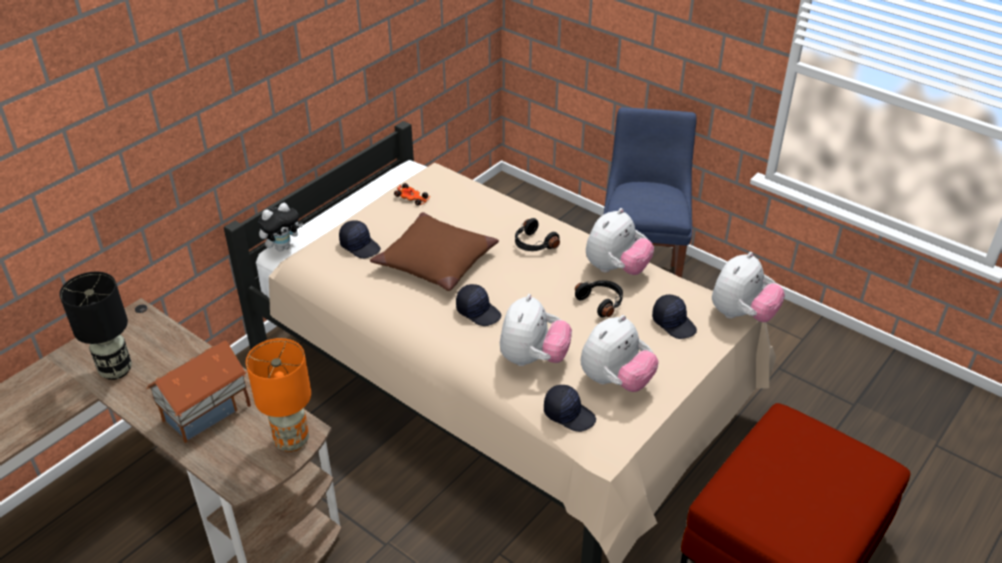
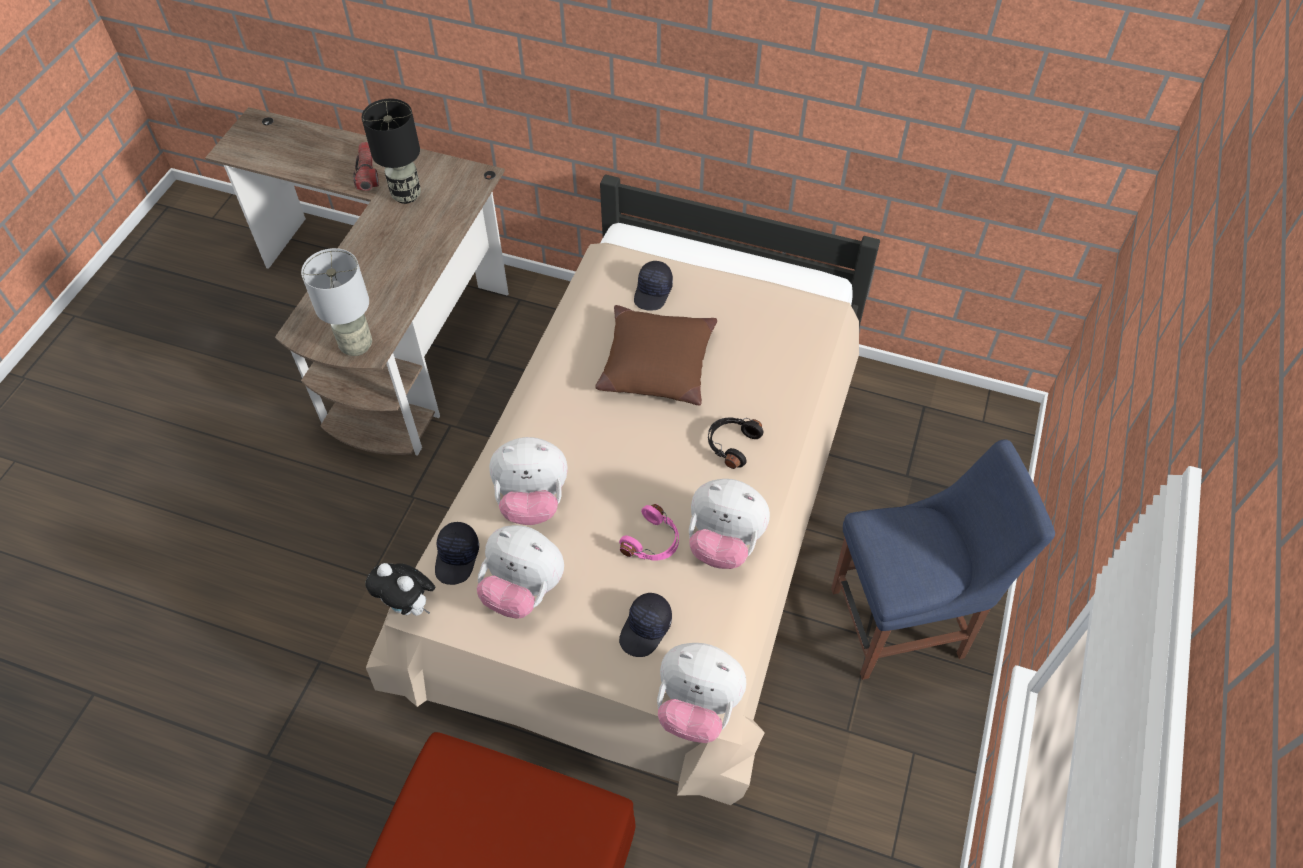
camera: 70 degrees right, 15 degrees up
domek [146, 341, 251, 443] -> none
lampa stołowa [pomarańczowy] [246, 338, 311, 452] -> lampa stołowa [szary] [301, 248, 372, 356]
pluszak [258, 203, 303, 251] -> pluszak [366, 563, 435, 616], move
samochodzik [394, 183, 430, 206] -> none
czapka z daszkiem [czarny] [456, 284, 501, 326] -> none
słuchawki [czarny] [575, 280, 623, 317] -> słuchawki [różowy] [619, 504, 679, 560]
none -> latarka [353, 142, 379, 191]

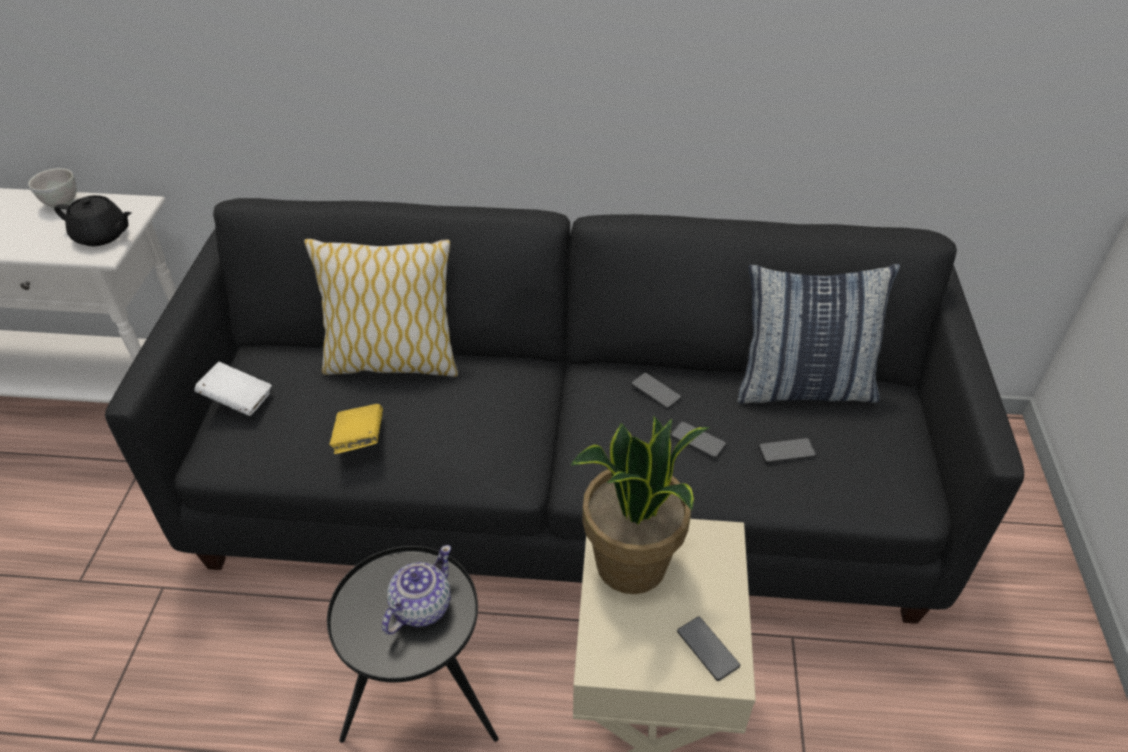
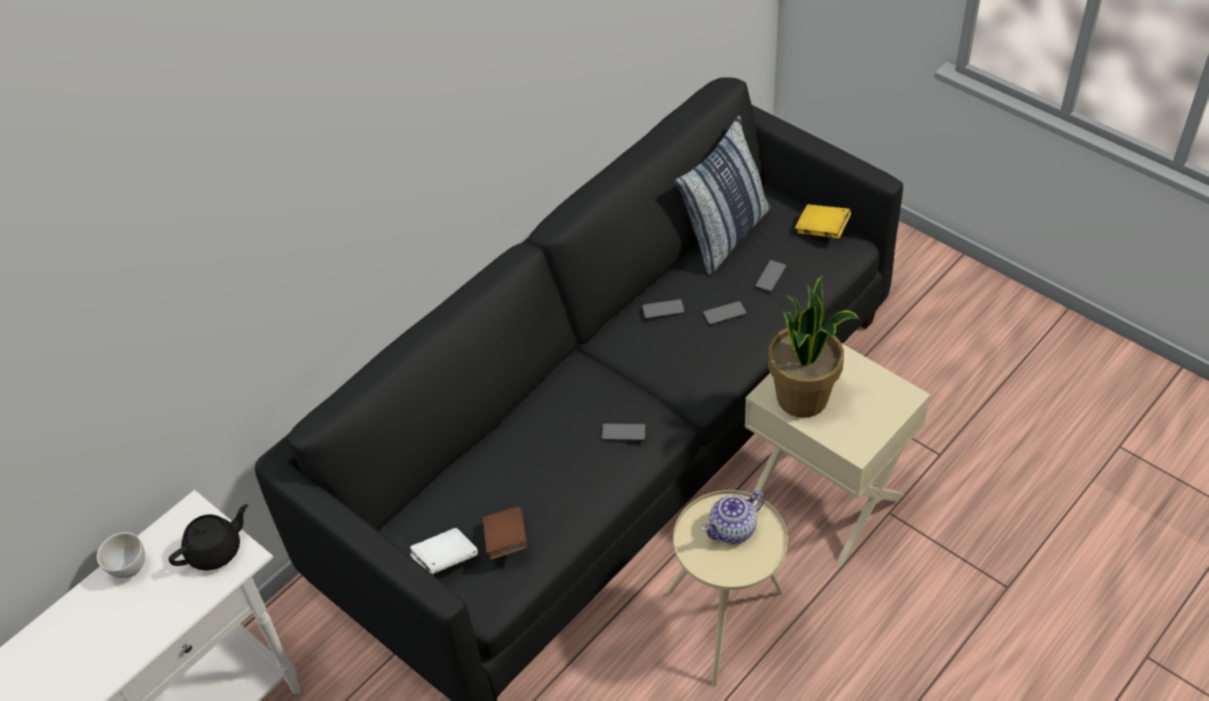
camera: 50 degrees left, 5 degrees up
poduszka [304, 239, 458, 377] -> none
stolik [czarny] [327, 546, 498, 743] -> stolik [beżowy] [667, 490, 788, 686]
książka [żółty] [330, 404, 383, 454] -> książka [żółty] [795, 204, 851, 238], move
imbryk [382, 545, 451, 635] -> imbryk [701, 491, 765, 544], 105 degrees counterclockwise
telefon [677, 617, 740, 681] -> telefon [601, 423, 646, 441], move
none -> książka [brązowy] [483, 507, 527, 559]

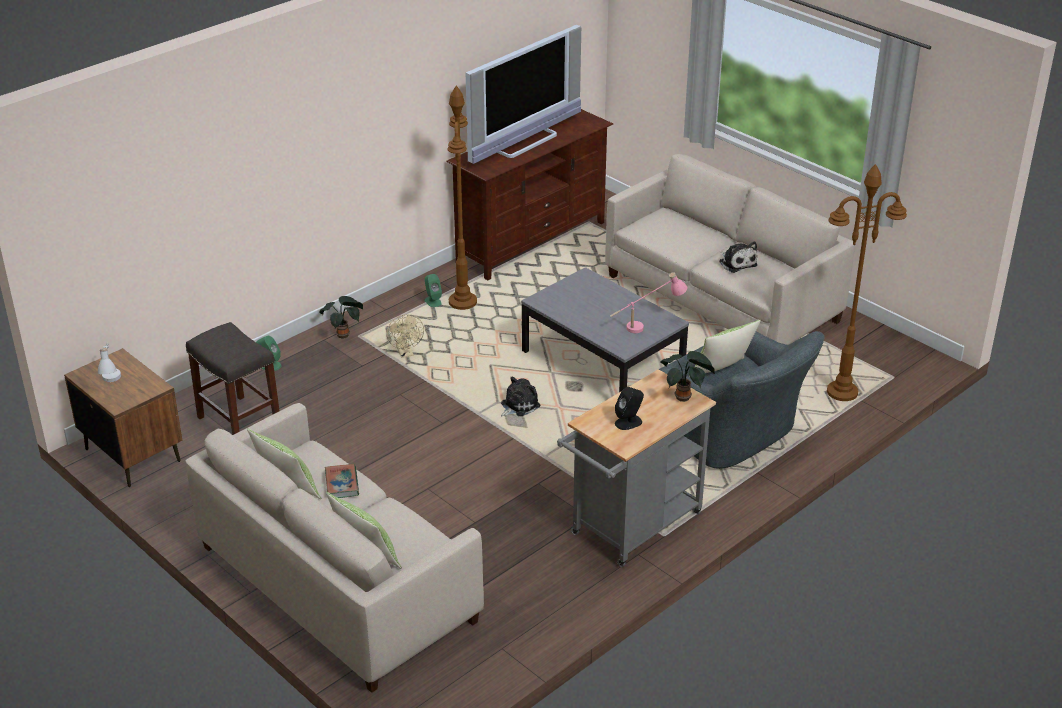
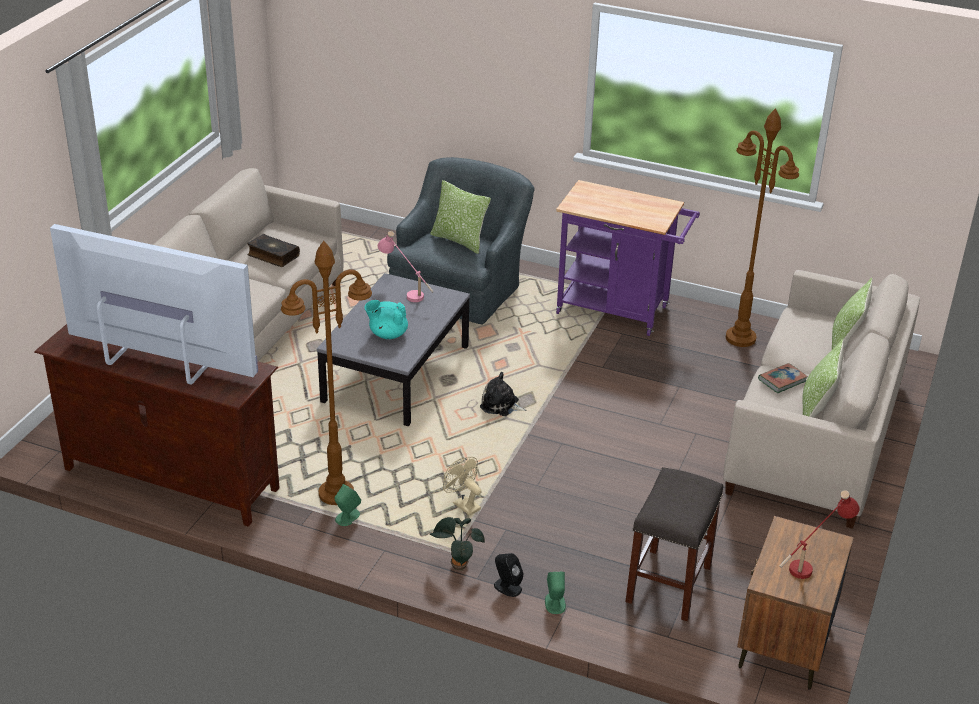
camera: 115 degrees left, 0 degrees up
lampa stołowa [biały] [98, 342, 121, 382] -> lampa stołowa [czerwony] [779, 491, 860, 579]
wentylator [beżowy] [387, 314, 424, 358] -> wentylator [beżowy] [443, 457, 482, 516], 90 degrees counterclockwise
wózek [szary] [557, 369, 716, 567] -> wózek [fioletowy] [556, 180, 700, 336]
głośnik [czarny] [615, 387, 644, 430] -> głośnik [czarny] [494, 553, 524, 597], move
roślina doniczkowa [660, 351, 715, 402] -> none
pluszak [719, 241, 757, 273] -> książka [247, 234, 300, 267]
lampa stojąca [brązowy] [827, 164, 907, 401] -> lampa stojąca [brązowy] [726, 108, 799, 347], move
none -> imbryk [turkusowy] [364, 300, 408, 339]

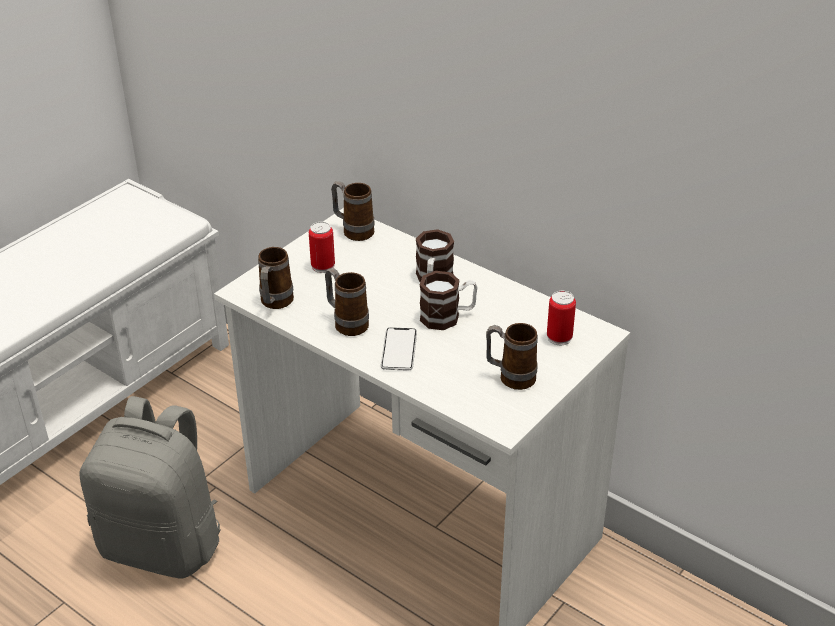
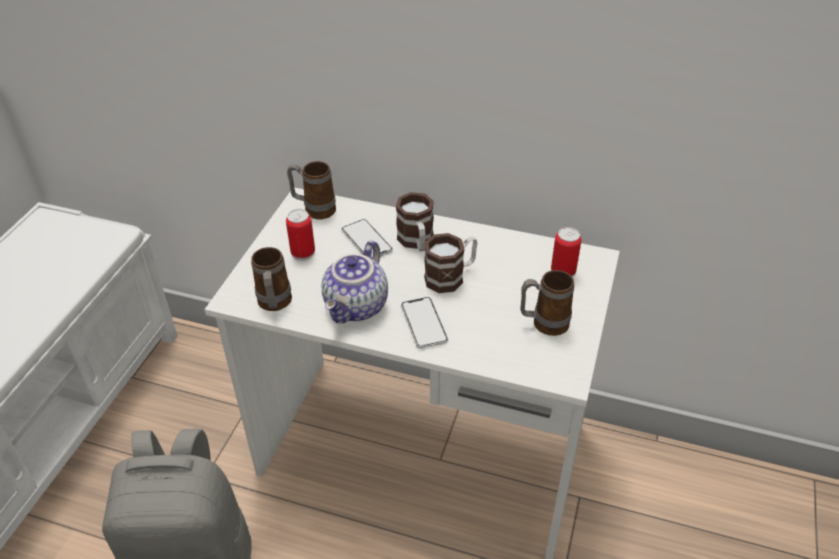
camera: 20 degrees left, 5 degrees up
kubek [325, 268, 369, 336] -> imbryk [322, 240, 388, 323]
none -> telefon [341, 219, 393, 259]

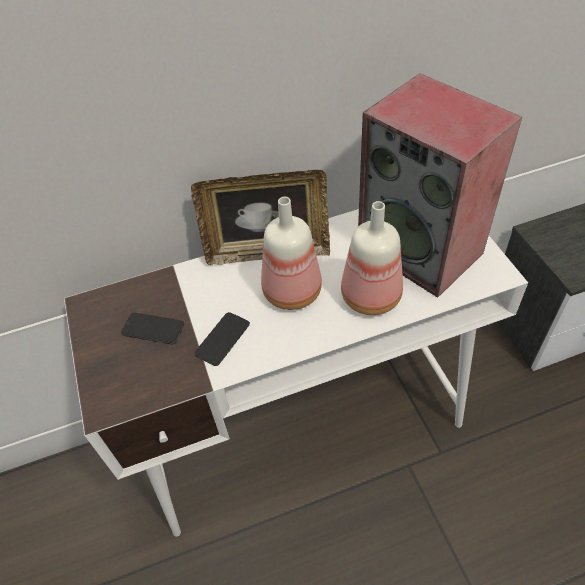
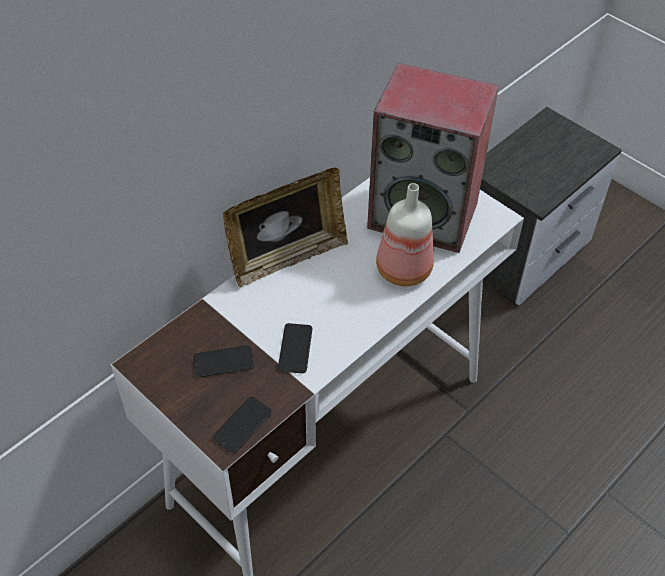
camera: 30 degrees left, 0 degrees up
butelka [261, 197, 322, 310] -> none
none -> telefon [212, 397, 272, 453]

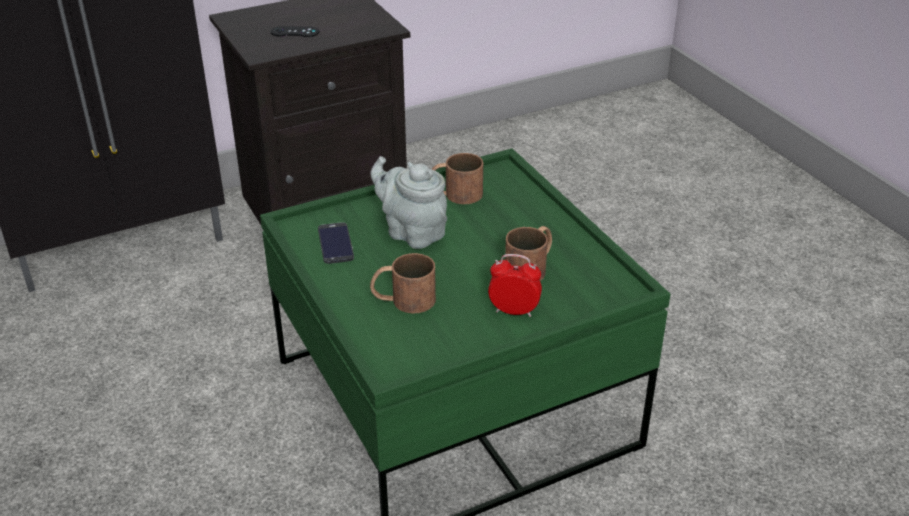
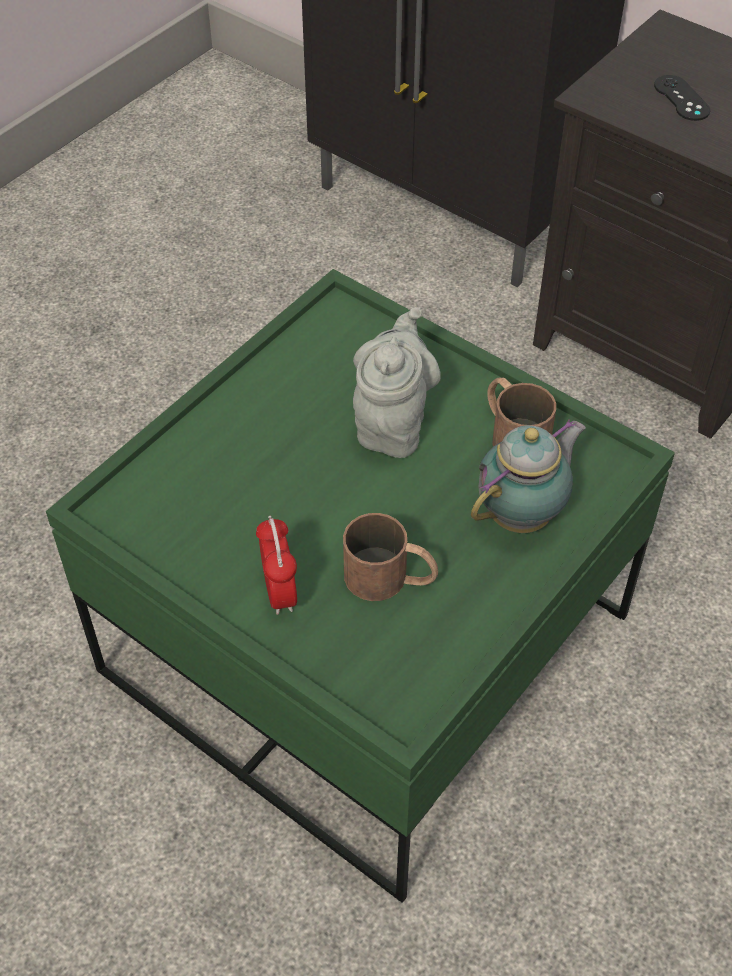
camera: 65 degrees right, 15 degrees up
telefon [318, 222, 354, 264] -> none
kubek [brązowy] [370, 253, 436, 313] -> none
none -> imbryk [471, 419, 586, 533]

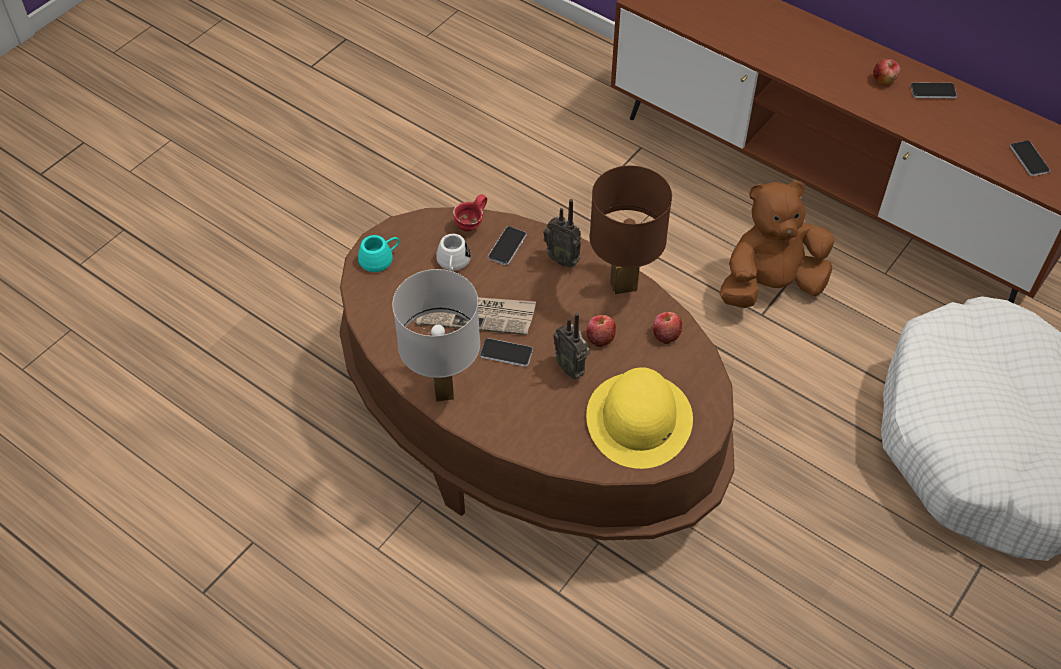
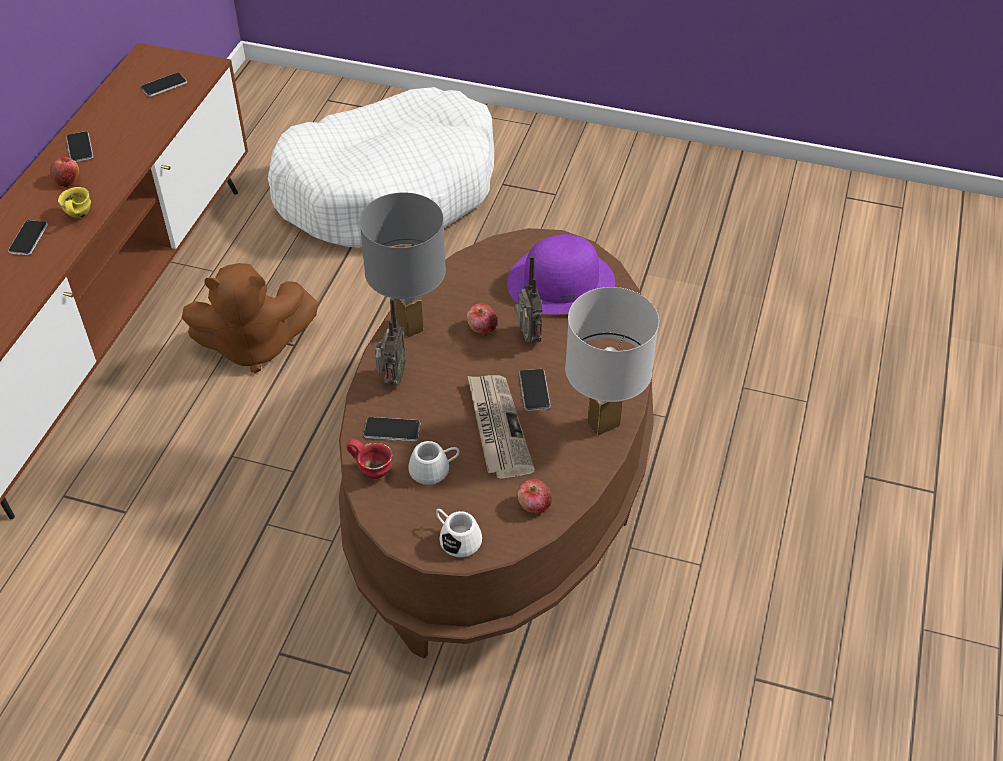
camera: 110 degrees left, 5 degrees down
kubek [turkusowy] [358, 235, 399, 272] -> kubek [biały] [436, 509, 482, 557]
radio [553, 313, 590, 379] -> radio [515, 255, 542, 343], 45 degrees counterclockwise
kapelusz [żółty] [586, 367, 693, 469] -> kapelusz [fioletowy] [507, 234, 615, 314]
lampa stołowa [brązowy] [590, 166, 672, 295] -> lampa stołowa [szary] [359, 192, 446, 338]
jabłko [653, 312, 682, 344] -> jabłko [517, 478, 552, 515], move
pluszak [brązowy] [720, 180, 835, 308] -> pluszak [brązowy] [182, 263, 318, 373], 60 degrees counterclockwise
none -> telefon [8, 220, 48, 255]
none -> kubek [żółty] [58, 187, 91, 218]

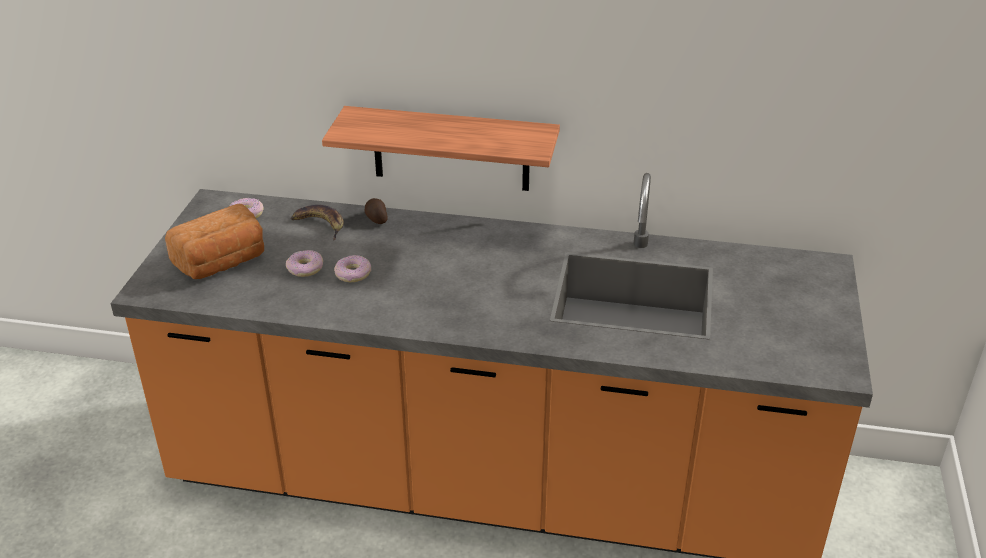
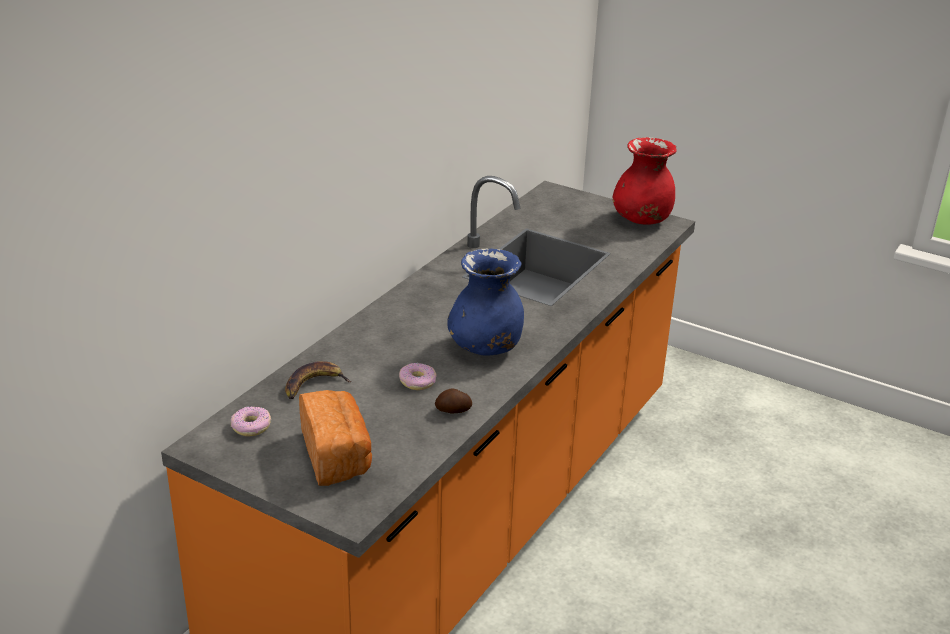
camera: 70 degrees left, 5 degrees down
donut [286, 250, 323, 277] -> none
półka [322, 106, 560, 191] -> none
ziemniak [365, 198, 388, 224] -> ziemniak [435, 388, 472, 413], move
none -> wazon [niebieski] [447, 249, 524, 356]
none -> wazon [czerwony] [613, 137, 677, 225]

